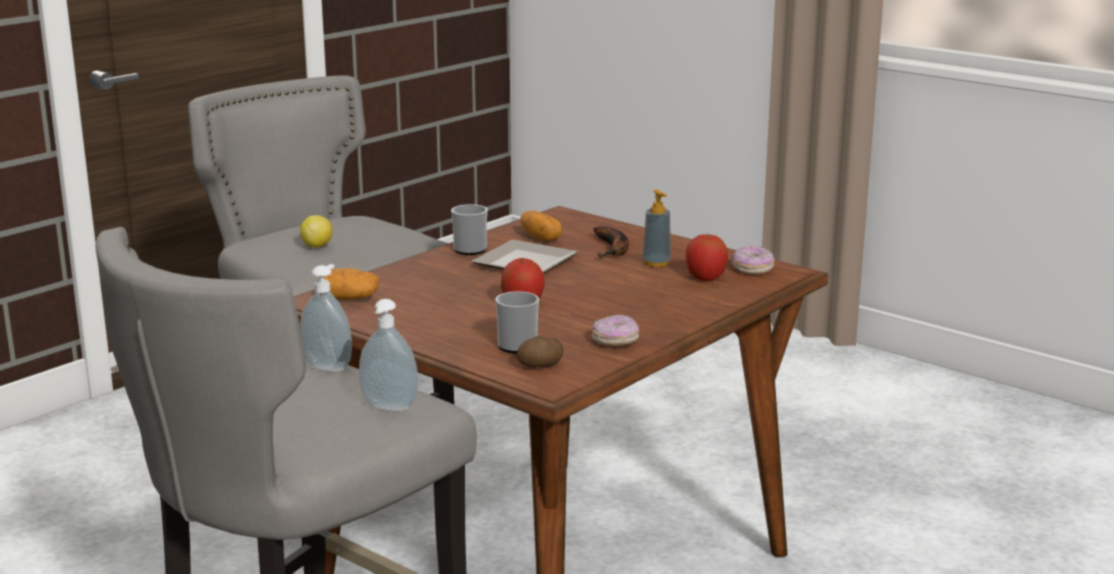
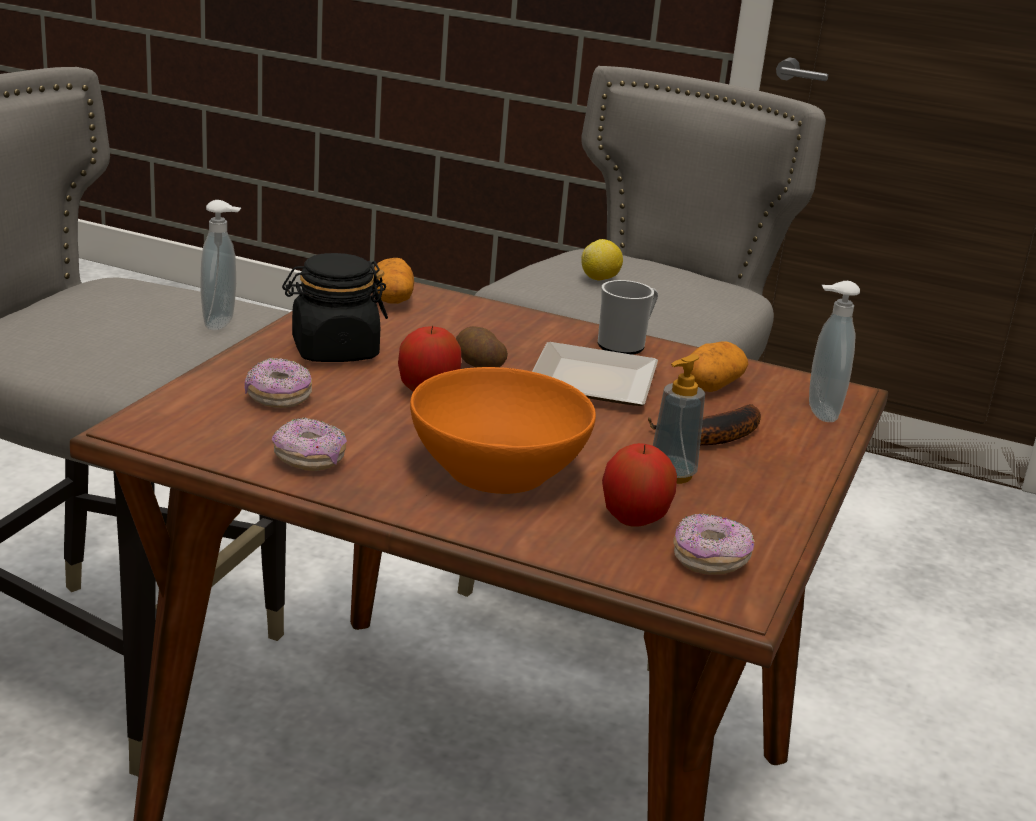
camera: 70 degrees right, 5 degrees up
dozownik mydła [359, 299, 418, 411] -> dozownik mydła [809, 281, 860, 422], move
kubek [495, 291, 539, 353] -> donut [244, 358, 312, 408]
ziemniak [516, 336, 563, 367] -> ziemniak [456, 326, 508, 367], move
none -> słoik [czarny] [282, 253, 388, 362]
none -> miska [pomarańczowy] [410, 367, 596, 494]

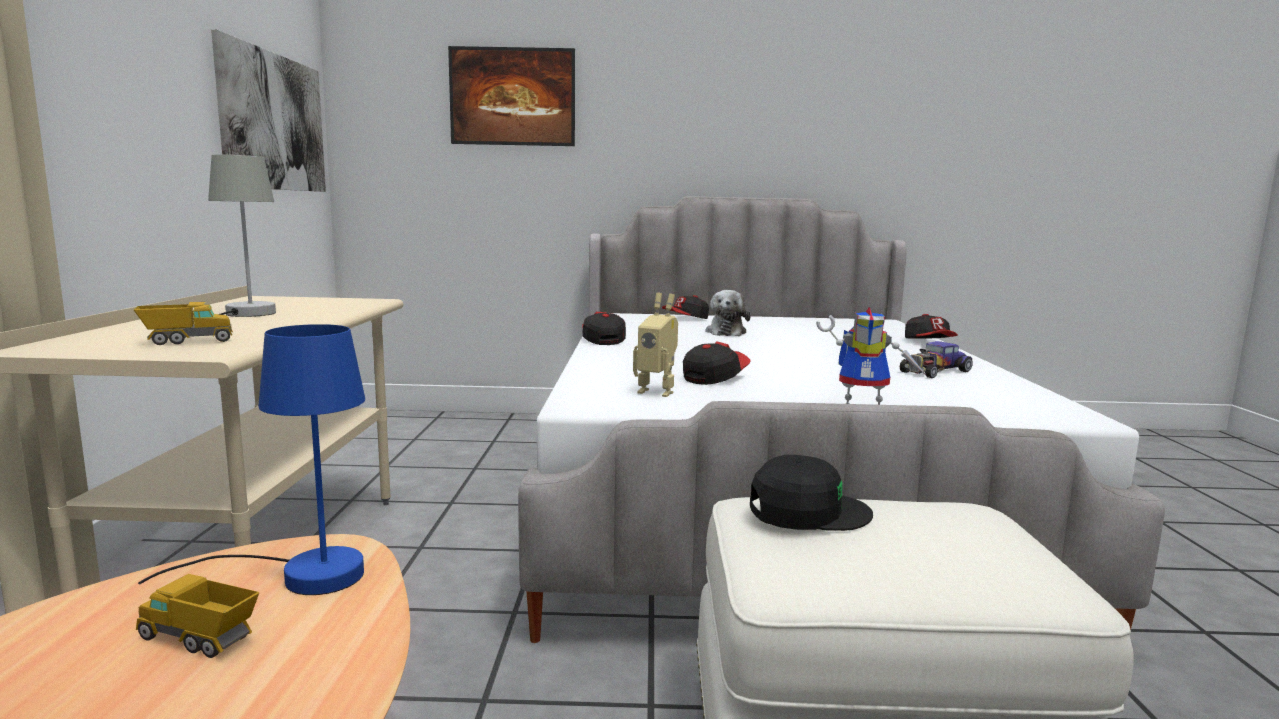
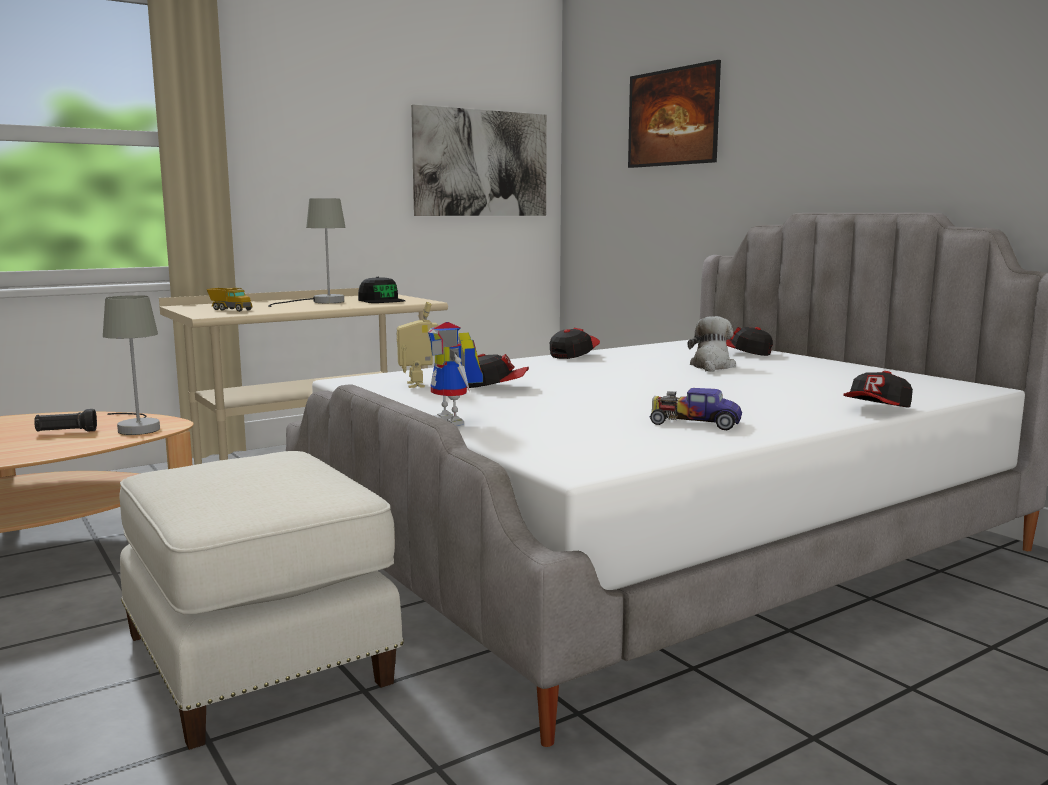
camera: 55 degrees right, 0 degrees up
ciężarówka zabawkowa [136, 574, 260, 658] -> latarka [czarny] [34, 409, 97, 432]
lampa stołowa [niebieski] [138, 324, 365, 595] -> lampa stołowa [szary] [103, 295, 160, 435]
pluszak [705, 290, 751, 336] -> pluszak [687, 316, 736, 372], 135 degrees clockwise
czapka z daszkiem [czarny] [750, 455, 873, 531] -> czapka z daszkiem [czarny] [358, 277, 405, 303], move

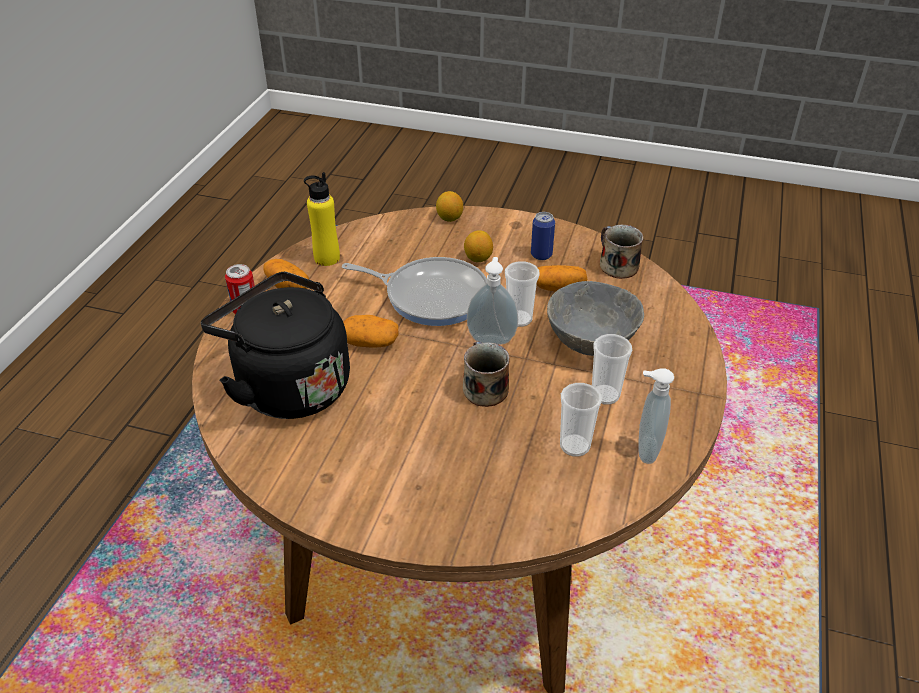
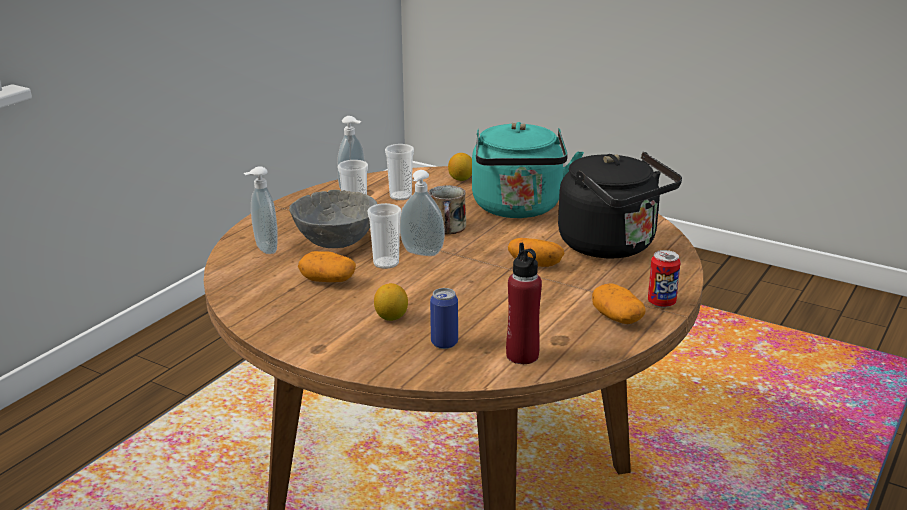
camera: 165 degrees left, 15 degrees down
butelka [żółty] [304, 172, 340, 266] -> none
patelnia [342, 257, 487, 326] -> none
cytryna [436, 191, 463, 222] -> cytryna [448, 153, 472, 181], move
puszka [531, 212, 555, 260] -> puszka [430, 288, 458, 349], move
kubek [600, 225, 643, 279] -> none
none -> dozownik mydła [244, 166, 278, 254]
none -> czajnik [turkusowy] [472, 122, 584, 218]
none -> butelka [czerwony] [506, 243, 542, 364]

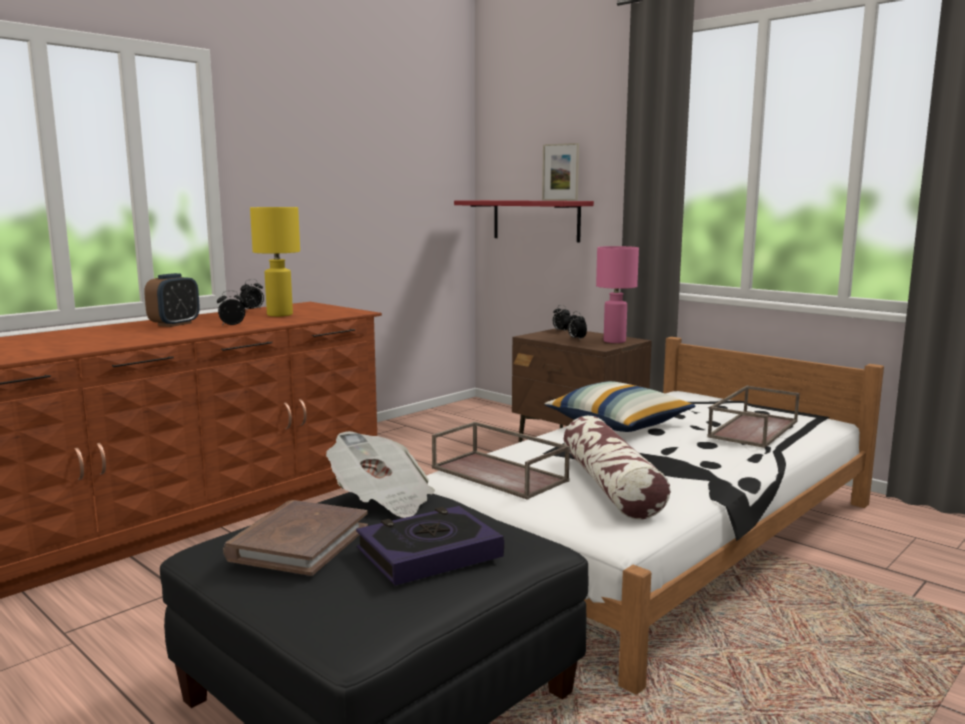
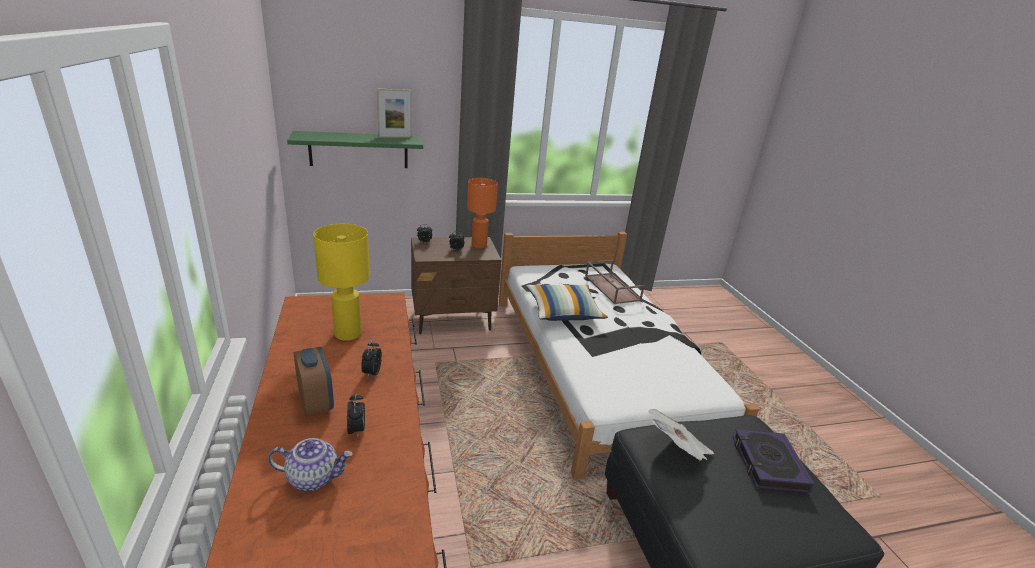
camera: 60 degrees left, 15 degrees up
książka [brązowy] [223, 500, 368, 576] -> none
budzik [240, 279, 264, 311] -> budzik [347, 393, 365, 436], move
taca [brązowy] [432, 422, 570, 500] -> none
półka [czerwony] [454, 200, 594, 242] -> półka [zielony] [287, 131, 423, 168]
poduszka [564, 416, 670, 520] -> none
lampa stołowa [różowy] [596, 246, 639, 343] -> lampa stołowa [pomarańczowy] [467, 178, 498, 248]
none -> imbryk [268, 438, 353, 491]

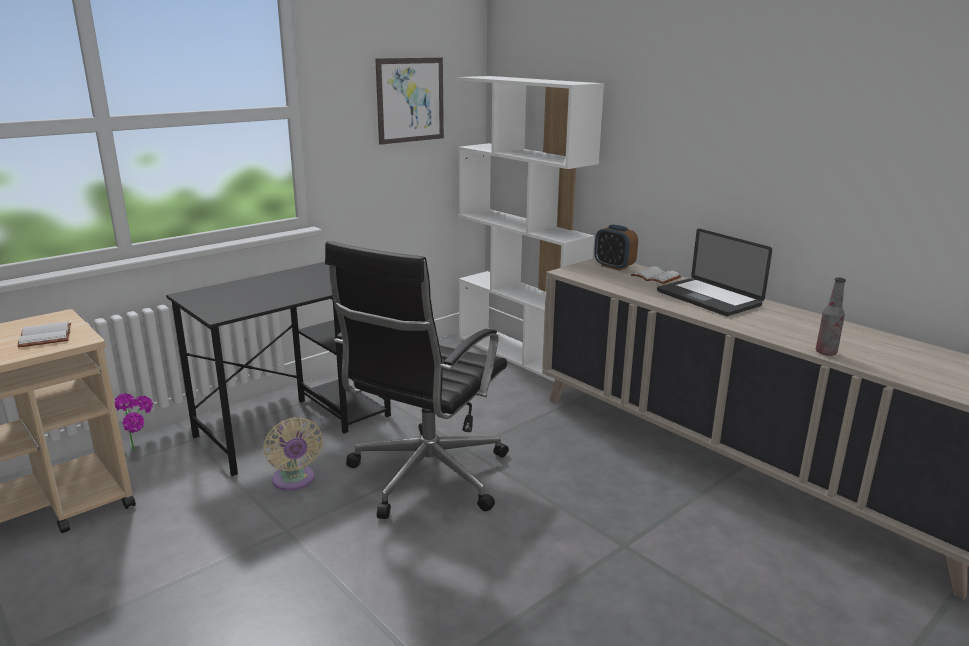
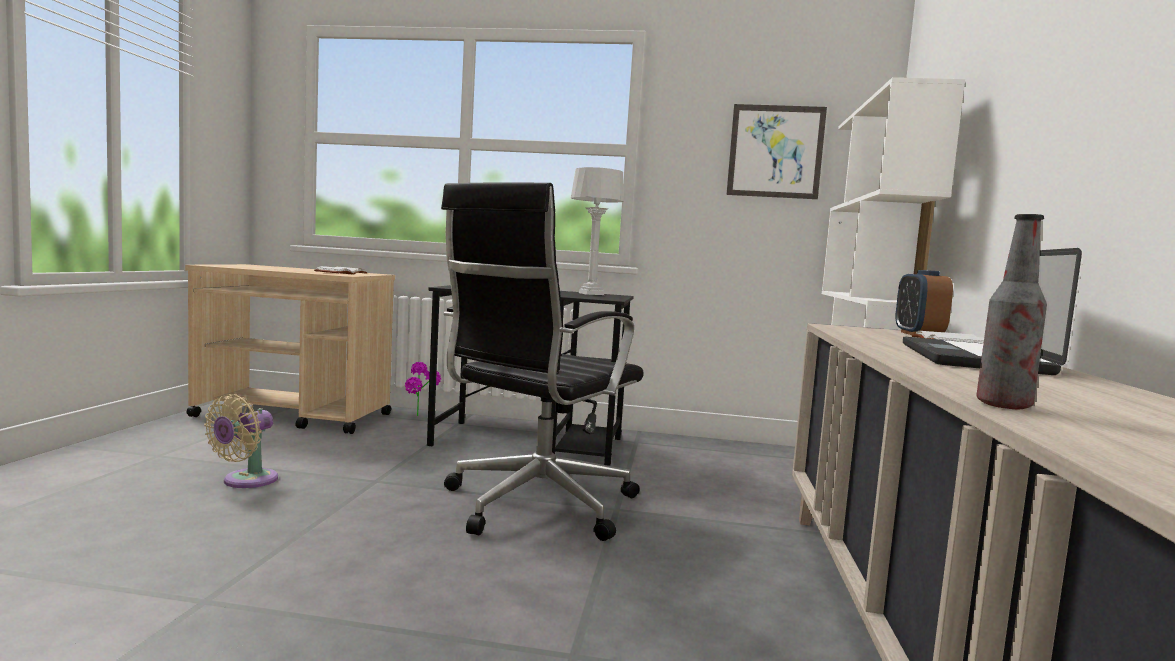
camera: 50 degrees right, 15 degrees down
wentylator [beżowy] [263, 417, 323, 491] -> wentylator [beżowy] [204, 394, 278, 488], move
krzesło biurowe [czarny] [325, 241, 509, 519] -> krzesło biurowe [czarny] [441, 182, 644, 541], 45 degrees counterclockwise
none -> lampa stołowa [szary] [571, 167, 624, 295]

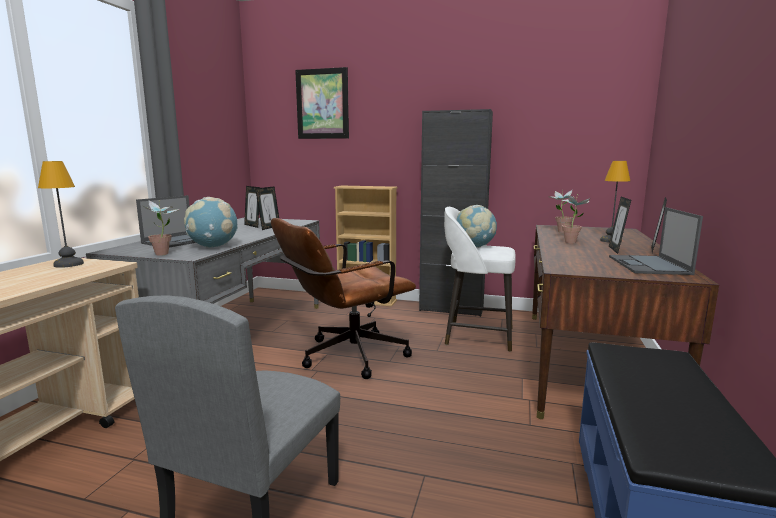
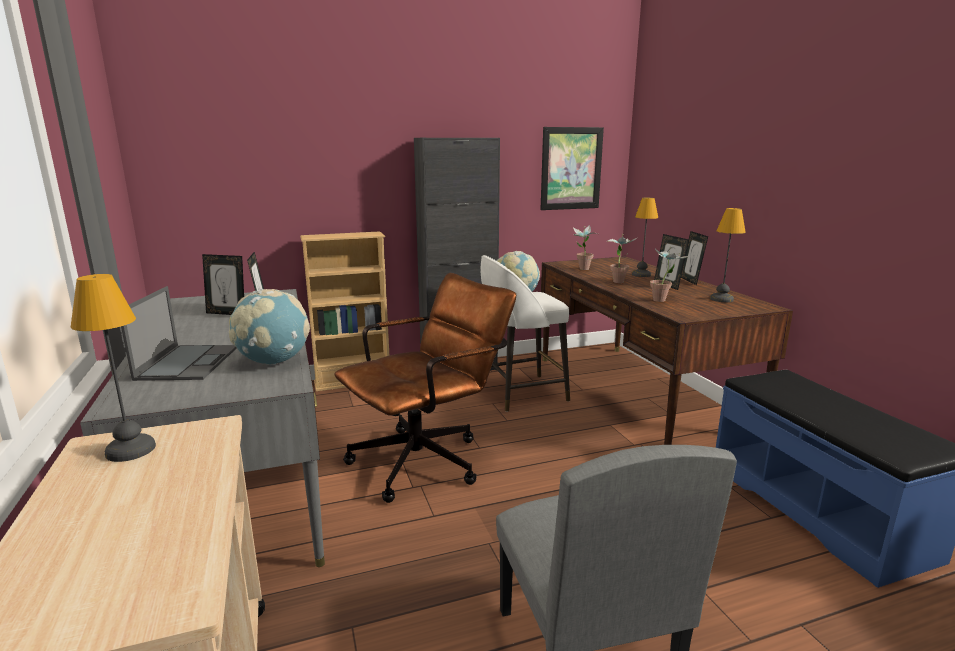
camera: 35 degrees left, 5 degrees up
roślina doniczkowa [142, 200, 180, 256] -> roślina doniczkowa [650, 247, 688, 302], move
krzesło biurowe [brązowy] [271, 218, 416, 379] -> krzesło biurowe [brązowy] [334, 273, 516, 503], 150 degrees counterclockwise
obraz [295, 67, 349, 139] -> obraz [540, 127, 604, 210], move
laptop [609, 207, 703, 275] -> lampa stołowa [710, 208, 746, 302]

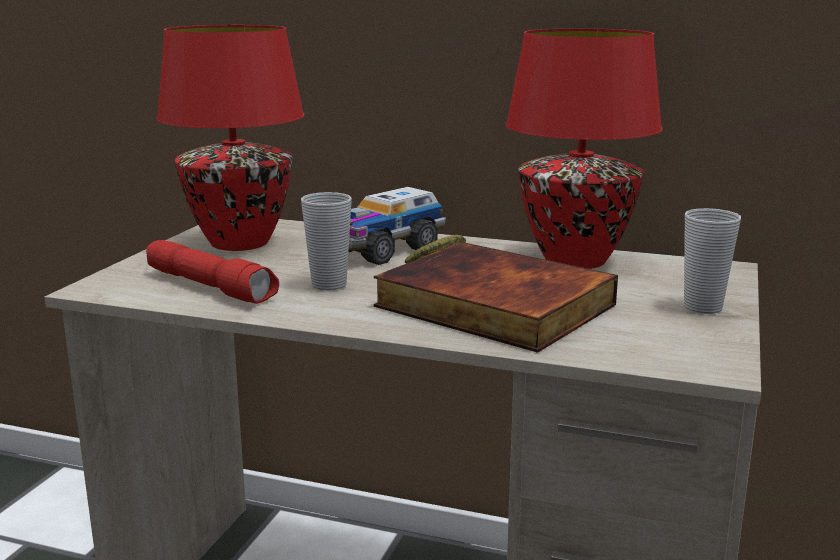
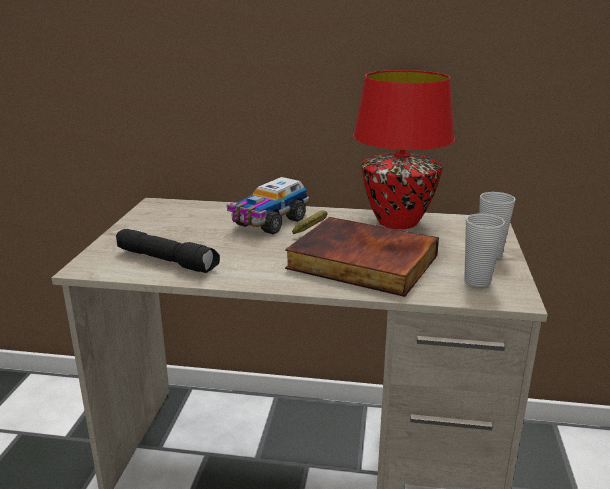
camera: 10 degrees left, 5 degrees up
latarka [czerwony] [146, 240, 279, 304] -> latarka [czarny] [116, 229, 220, 273]
lampa stołowa [czerwony] [157, 25, 304, 251] -> none
filiżanka [301, 192, 352, 291] -> filiżanka [464, 214, 505, 287], move

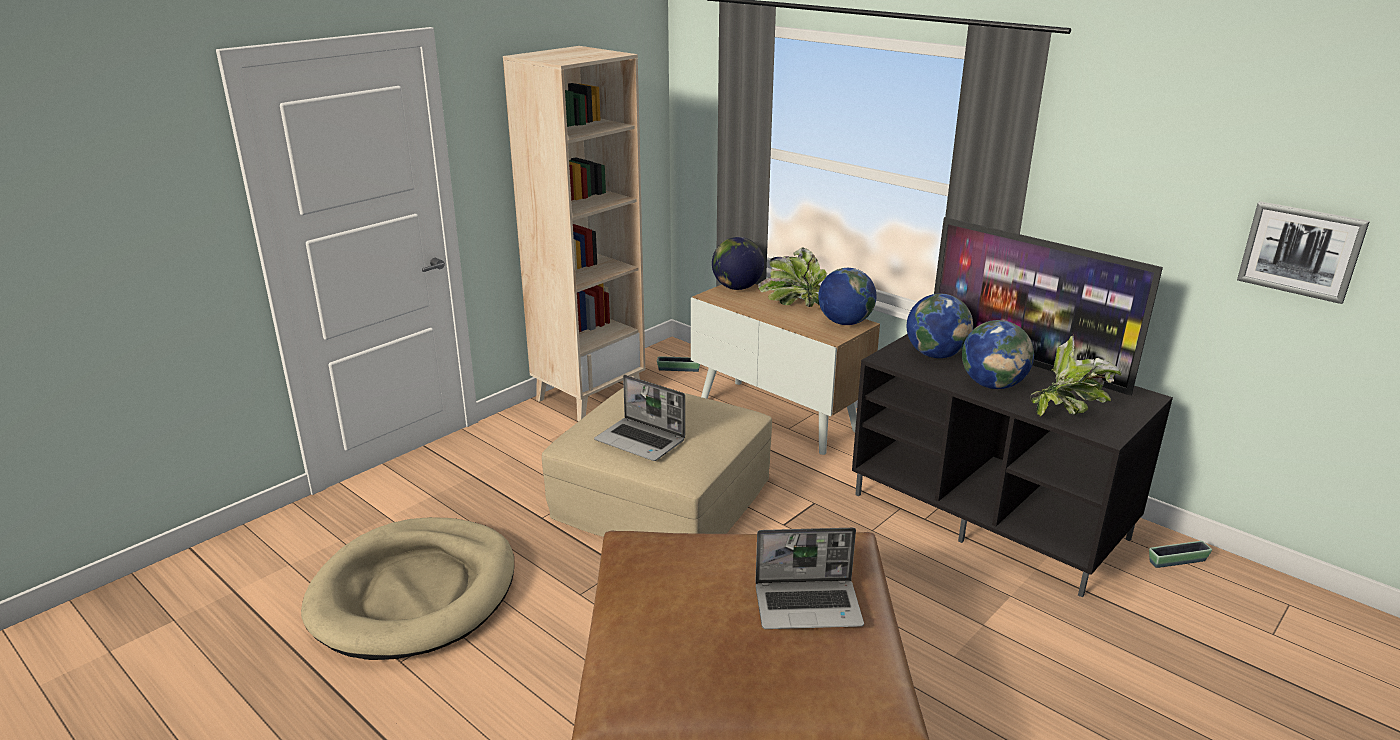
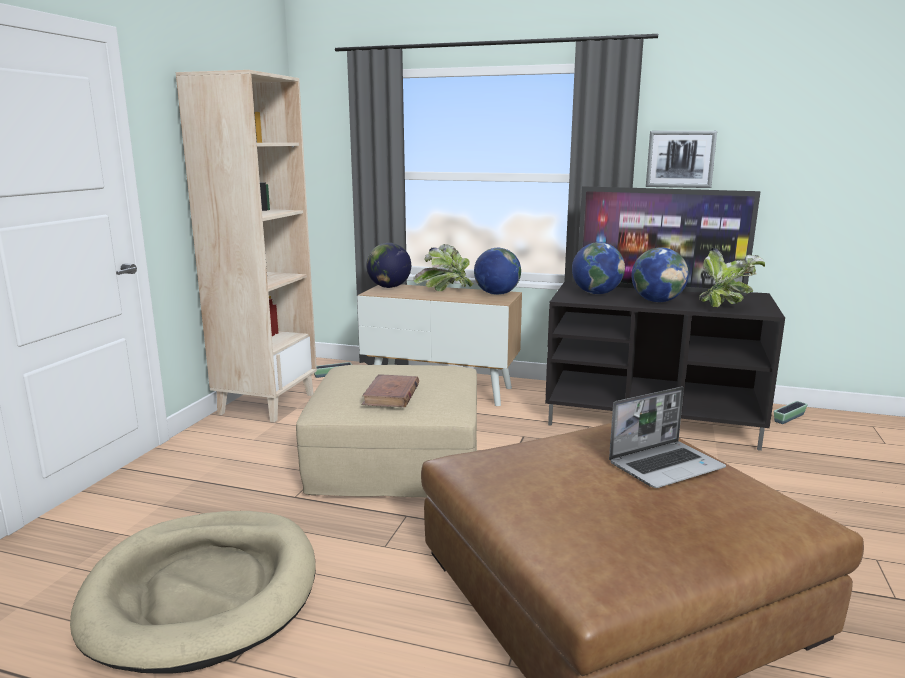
camera: 25 degrees left, 10 degrees down
laptop [594, 375, 685, 461] -> książka [brązowy] [362, 375, 419, 407]
obraz [1237, 201, 1370, 304] -> obraz [646, 131, 717, 188], move

